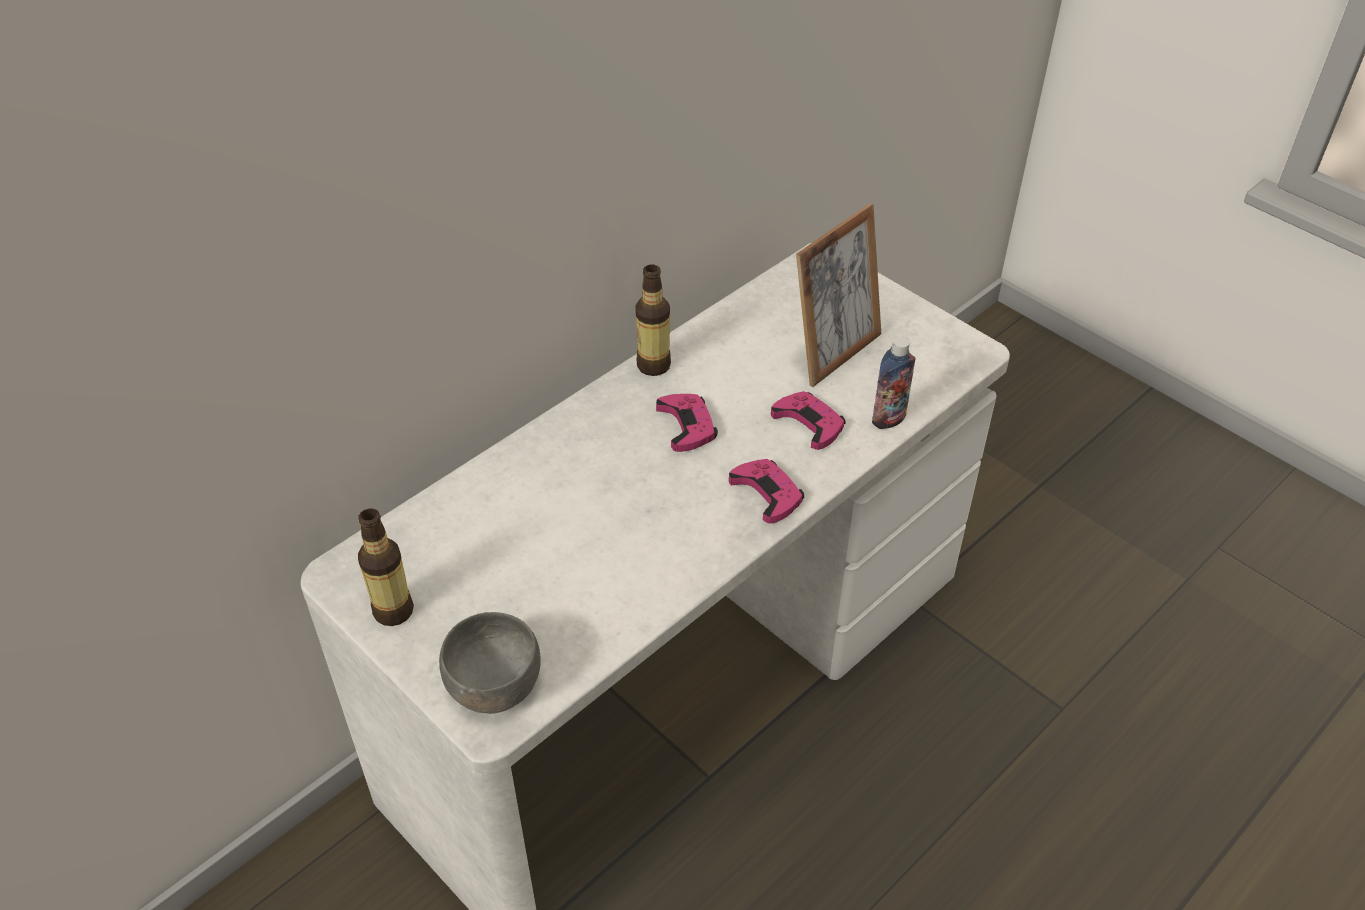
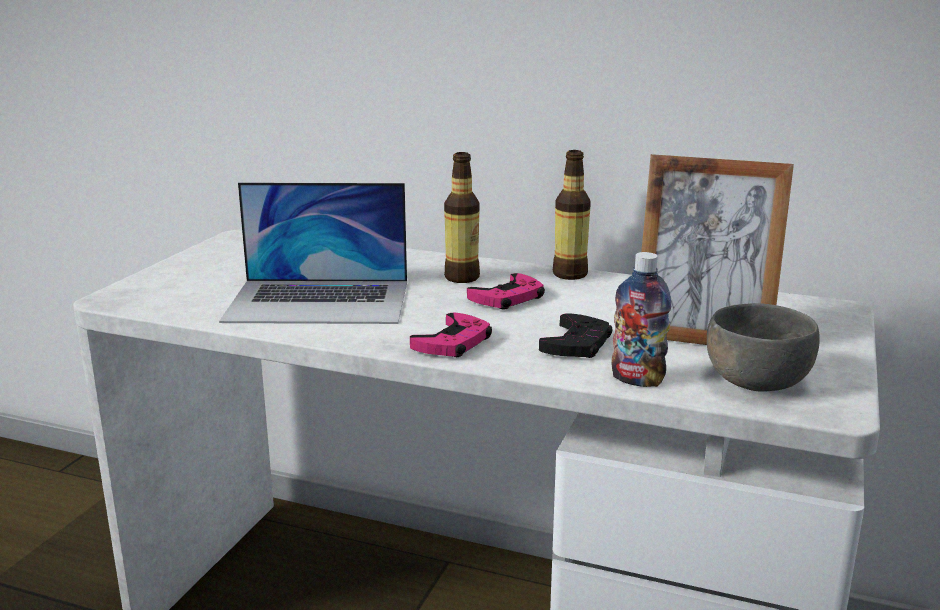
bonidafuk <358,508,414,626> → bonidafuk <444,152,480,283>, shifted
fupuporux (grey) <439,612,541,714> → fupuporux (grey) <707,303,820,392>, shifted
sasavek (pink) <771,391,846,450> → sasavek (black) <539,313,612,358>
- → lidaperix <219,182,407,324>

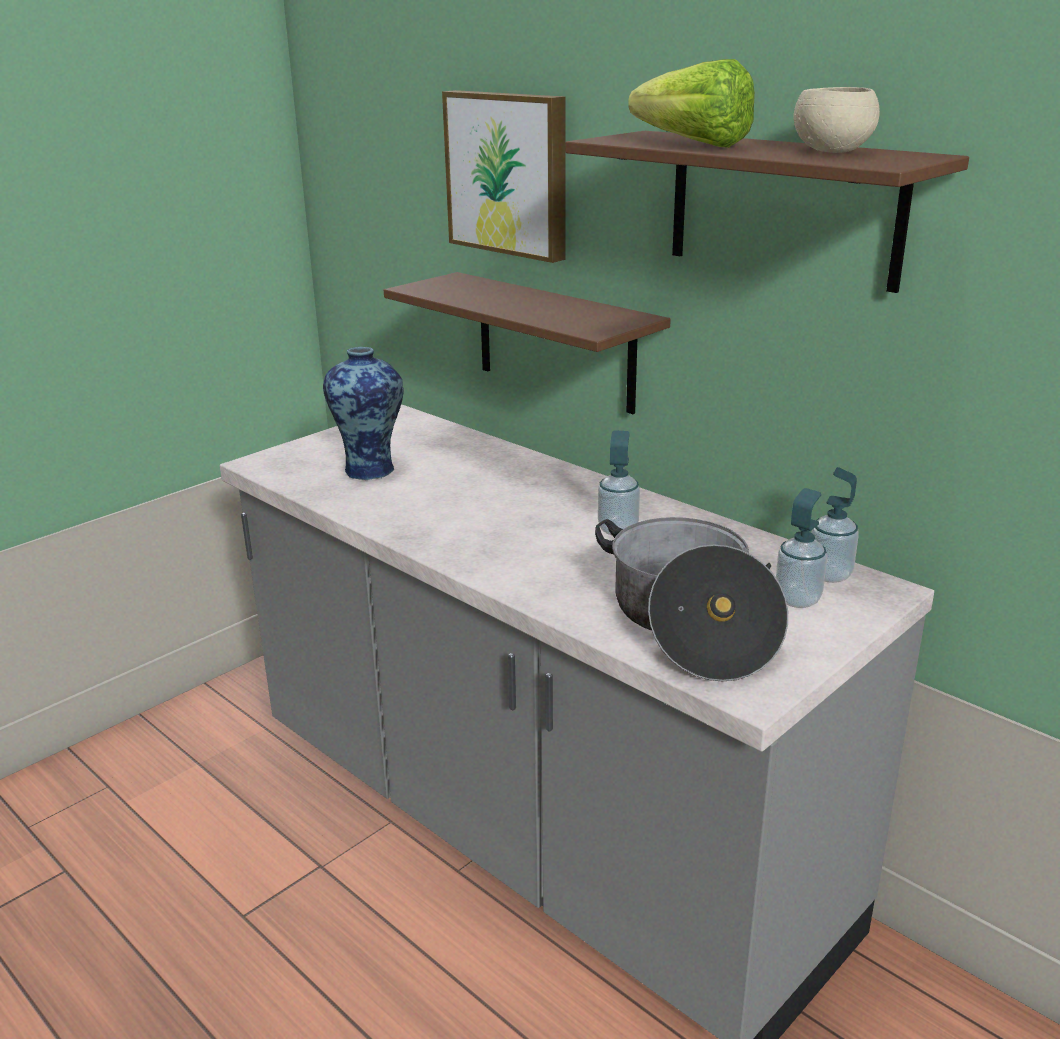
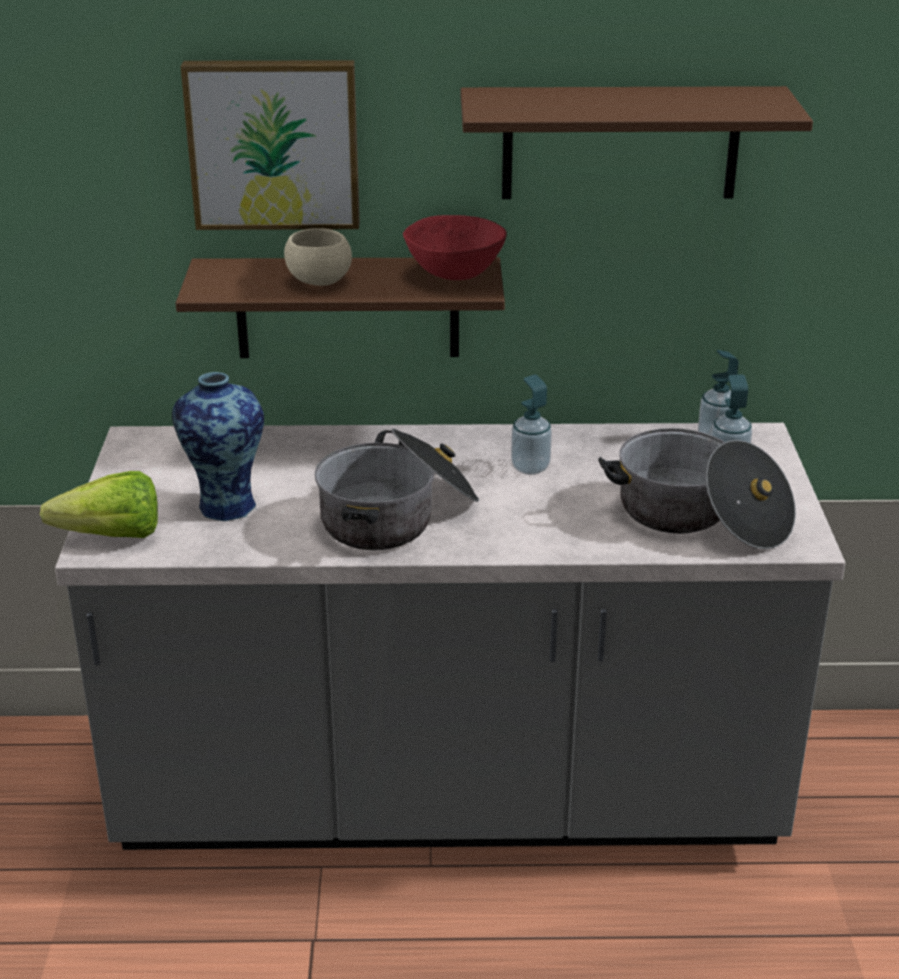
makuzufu <628,59,755,148> → makuzufu <40,471,158,538>, shifted
fupuporux (beige) <794,87,880,153> → fupuporux (beige) <284,228,352,286>, shifted
- → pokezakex <315,428,479,550>
- → fupuporux (red) <403,215,507,280>

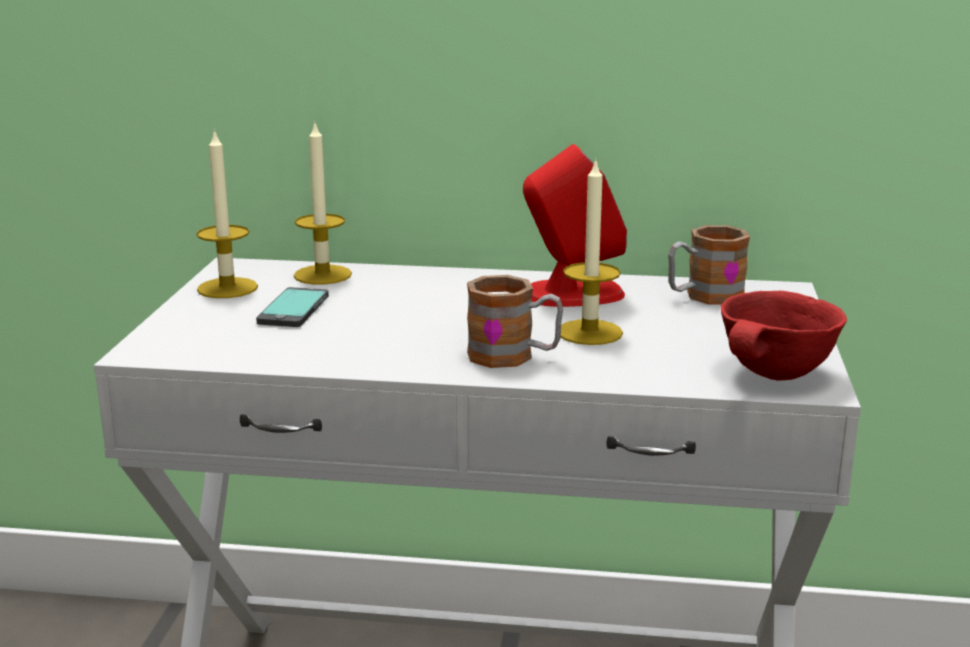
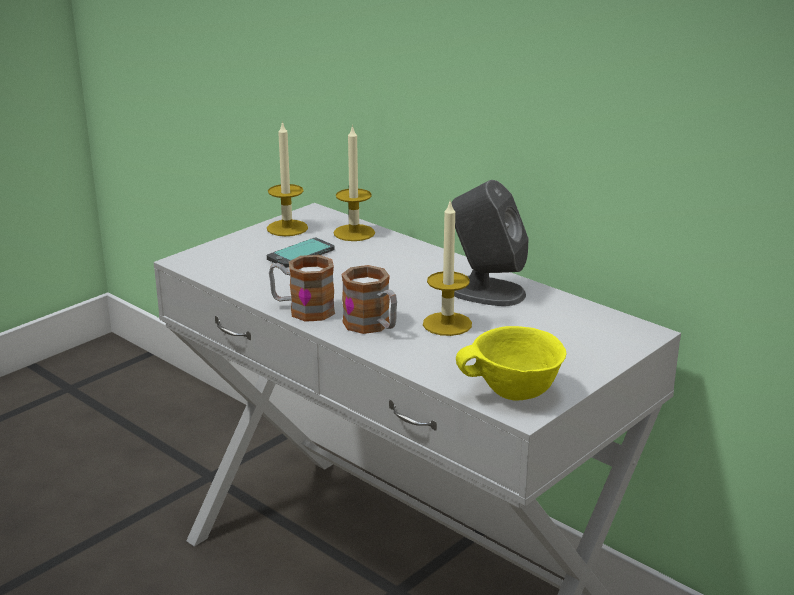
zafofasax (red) <523,144,627,307> → zafofasax (grey) <451,180,528,306>
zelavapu <668,225,750,305> → zelavapu <269,255,335,322>, shifted
fupuporux (red) <721,291,847,380> → fupuporux (yellow) <456,326,566,400>

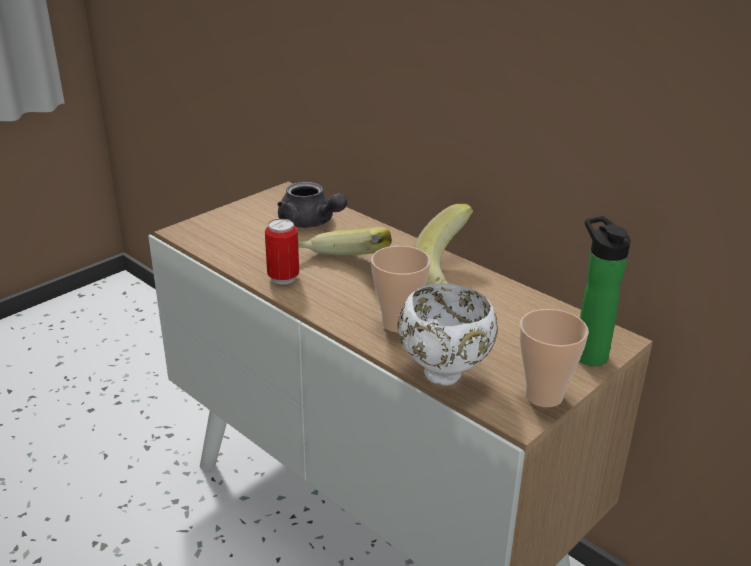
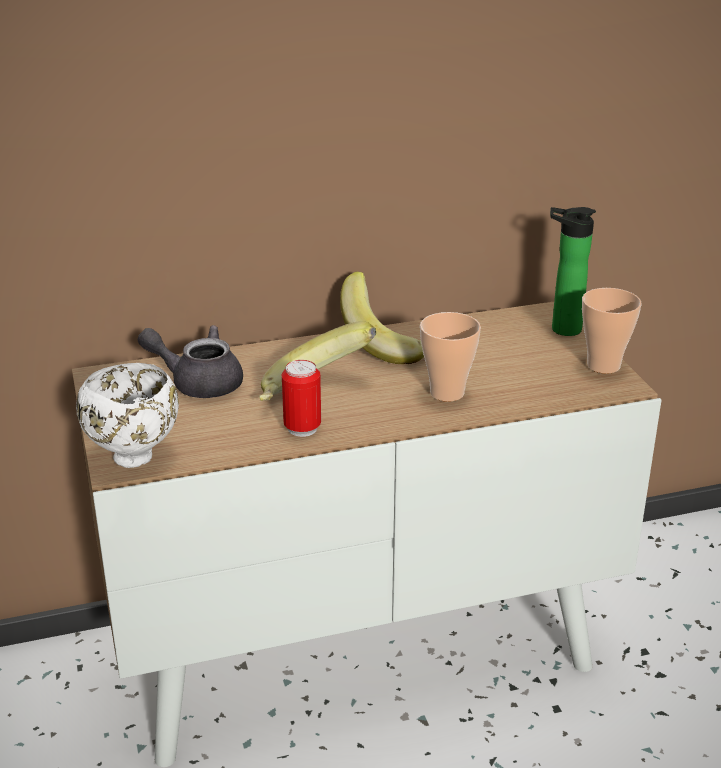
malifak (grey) <277,182,347,228> → malifak (grey) <138,325,243,398>, 150 degrees counterclockwise
fupuporux (white) <397,283,498,386> → fupuporux (white) <76,363,179,468>, shifted

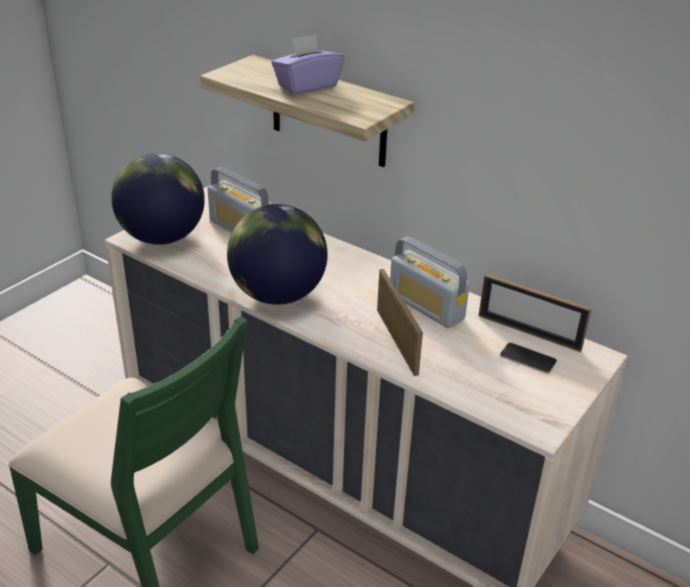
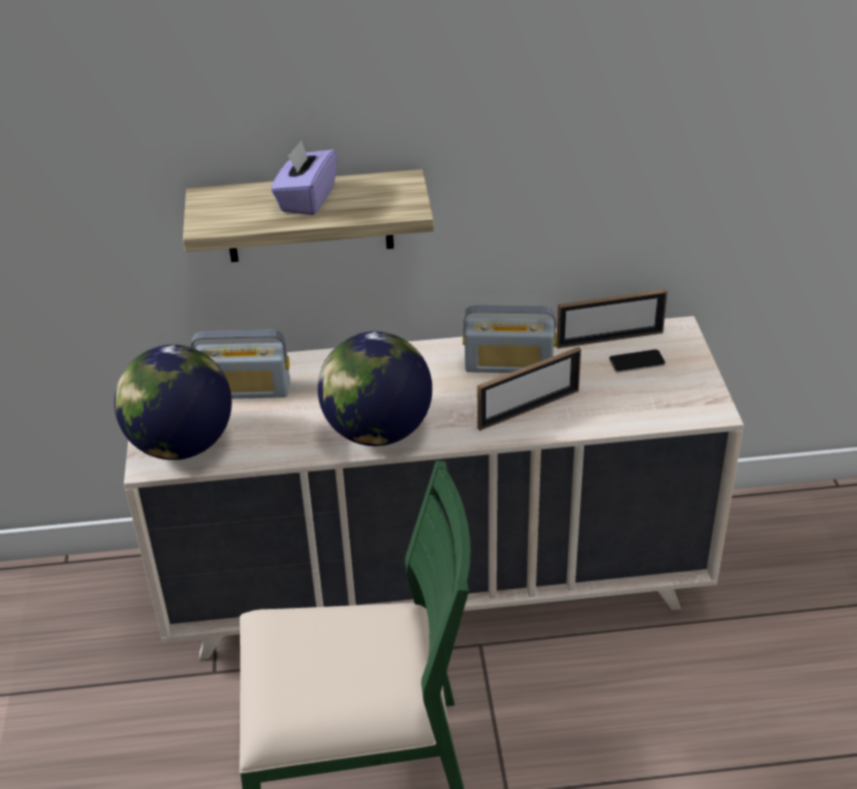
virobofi <377,269,423,376> → virobofi <477,347,581,431>, 120 degrees clockwise

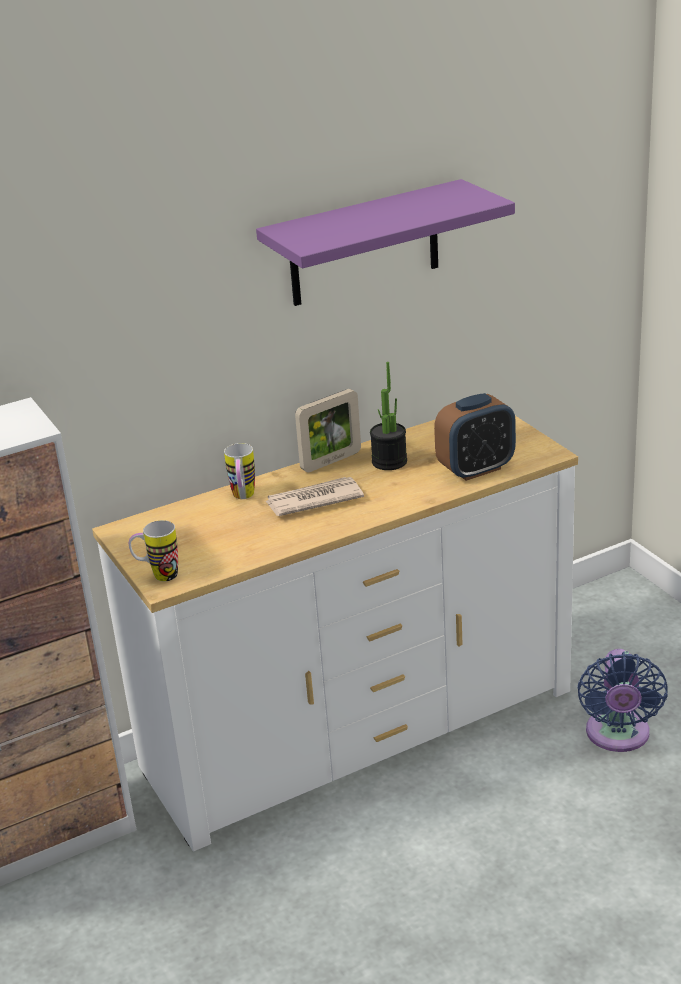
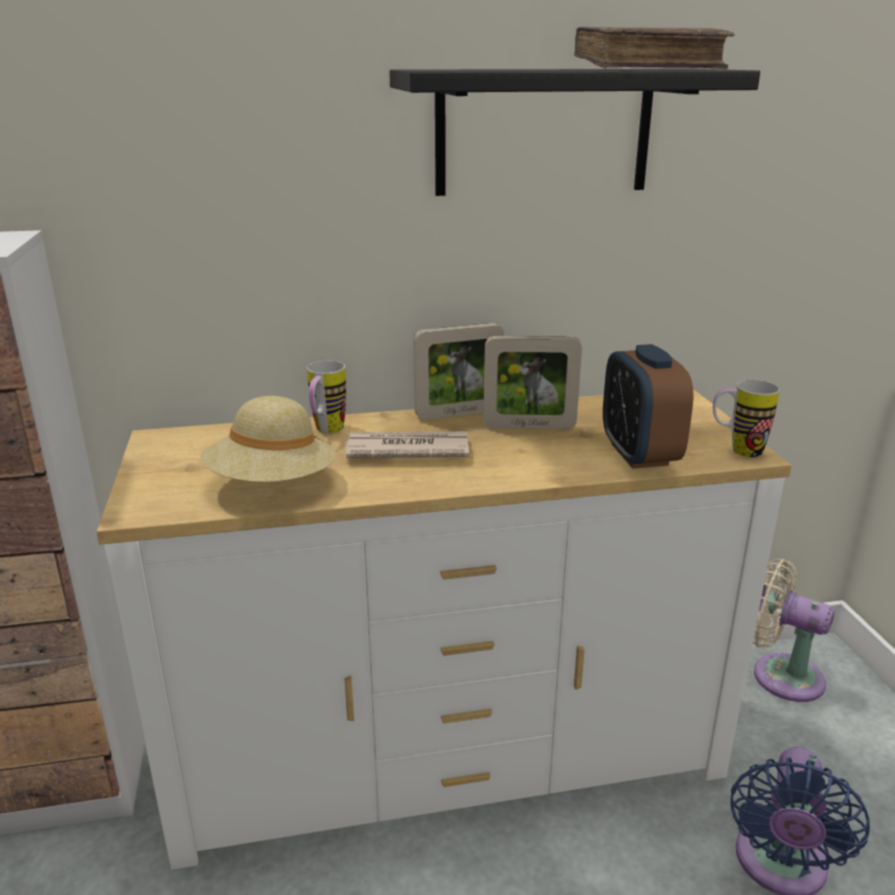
zelavapu <129,520,178,581> → zelavapu <713,380,780,457>, shifted
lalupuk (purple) <256,179,515,306> → lalupuk (black) <389,69,760,196>
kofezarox <370,362,407,470> → virobofi <483,336,582,429>
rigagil <434,393,516,481> → rigagil <603,344,693,469>, 90 degrees clockwise
- → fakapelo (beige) <200,396,336,482>
- → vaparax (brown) <574,27,735,69>
- → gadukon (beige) <752,559,835,702>

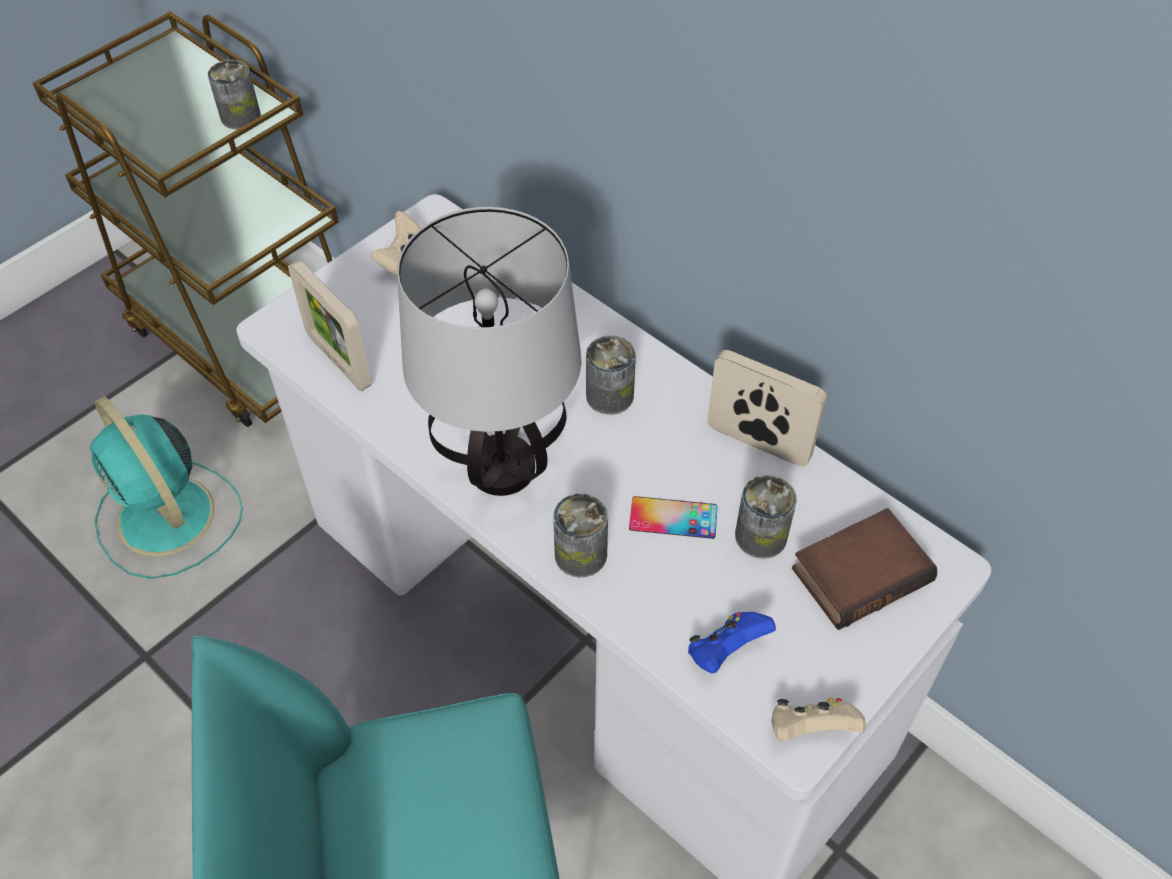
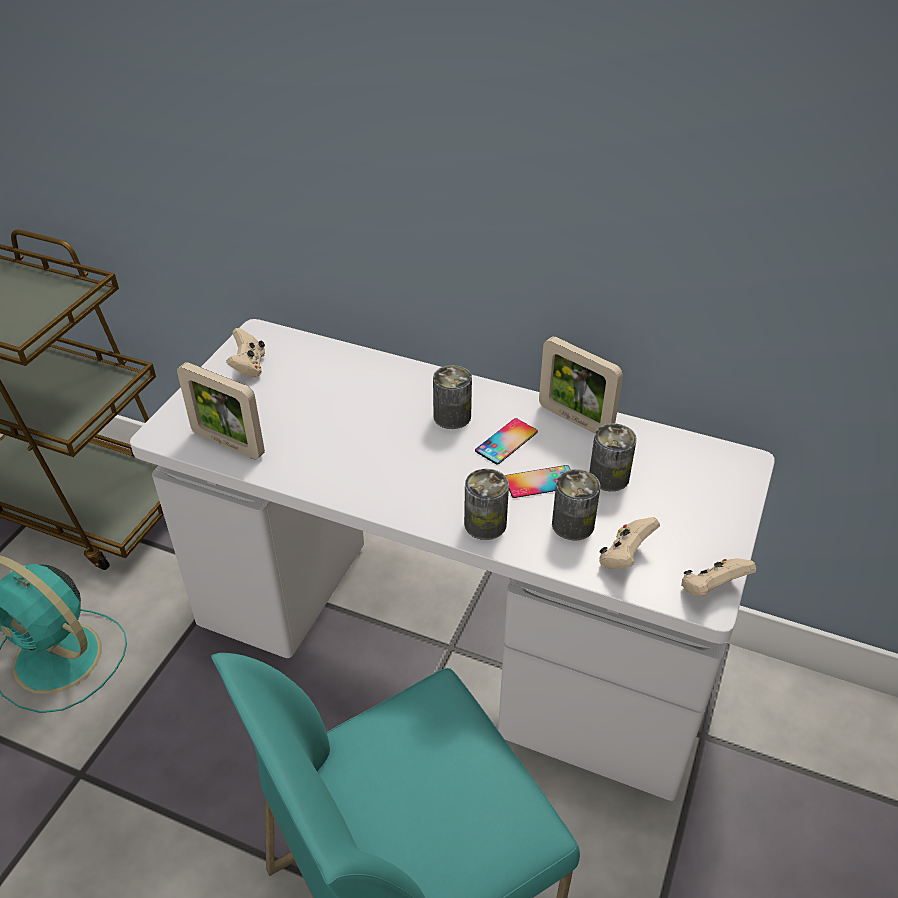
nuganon <208,60,261,129> → nuganon <552,469,600,541>, shifted
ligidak <397,207,581,496> → -
sasavek (blue) <688,612,776,674> → sasavek (beige) <599,517,660,569>
virobofi <707,350,827,467> → virobofi <539,336,623,434>, 150 degrees counterclockwise
vaparax <792,508,937,630> → -
- → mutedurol <475,418,538,465>

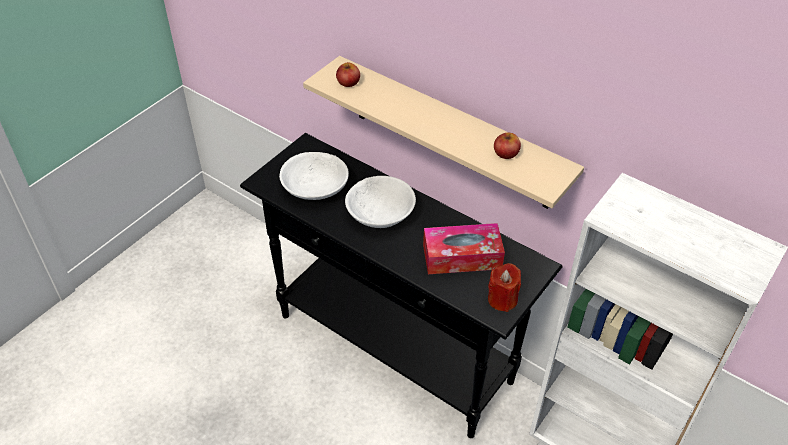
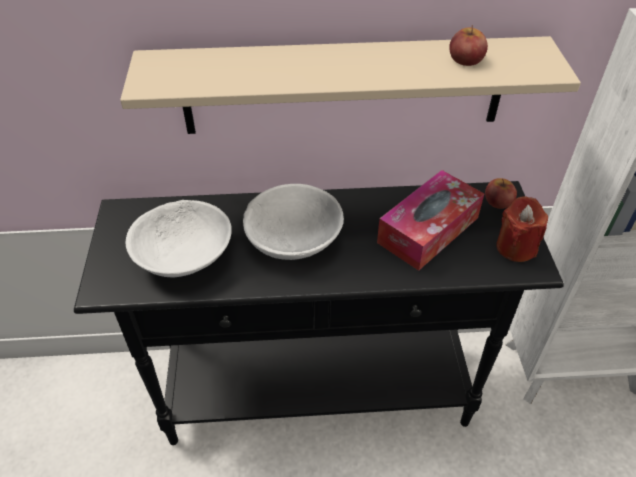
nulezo <336,62,360,87> → nulezo <485,178,517,209>, shifted

